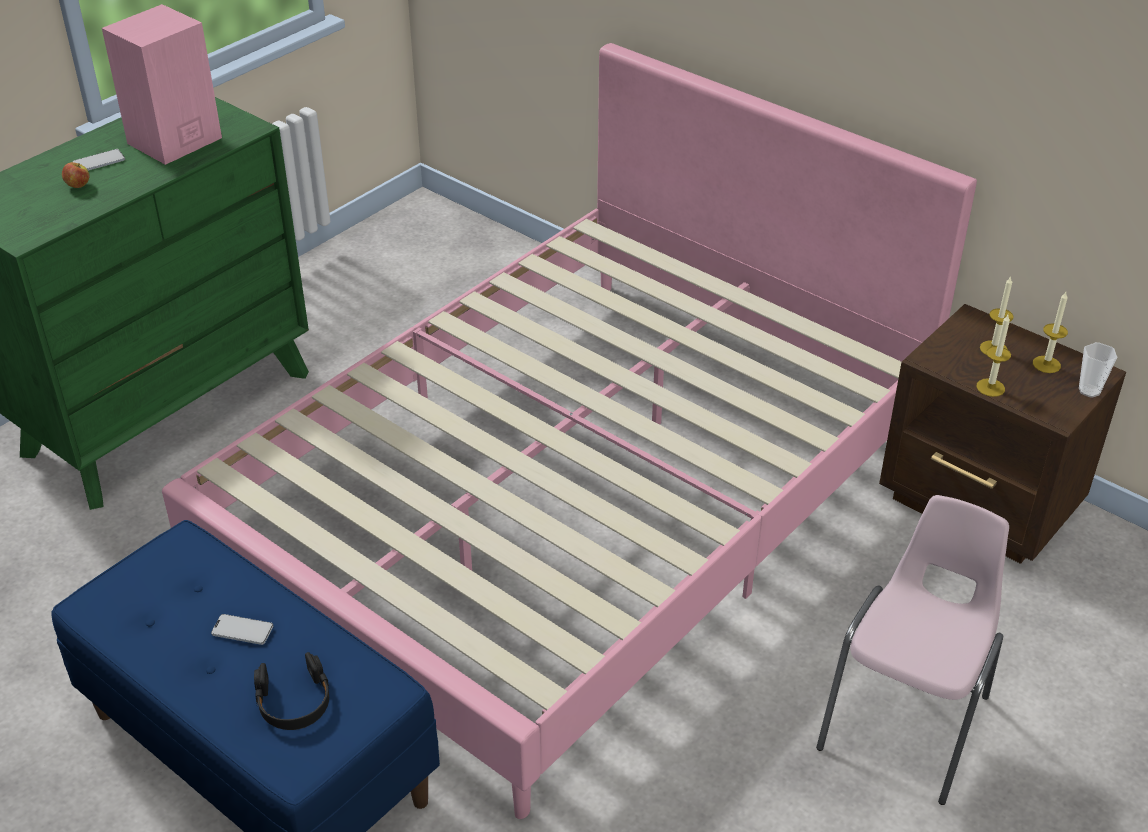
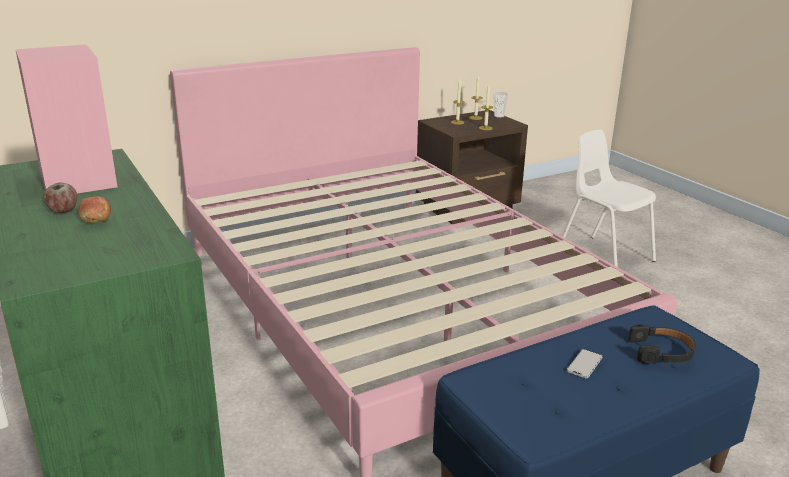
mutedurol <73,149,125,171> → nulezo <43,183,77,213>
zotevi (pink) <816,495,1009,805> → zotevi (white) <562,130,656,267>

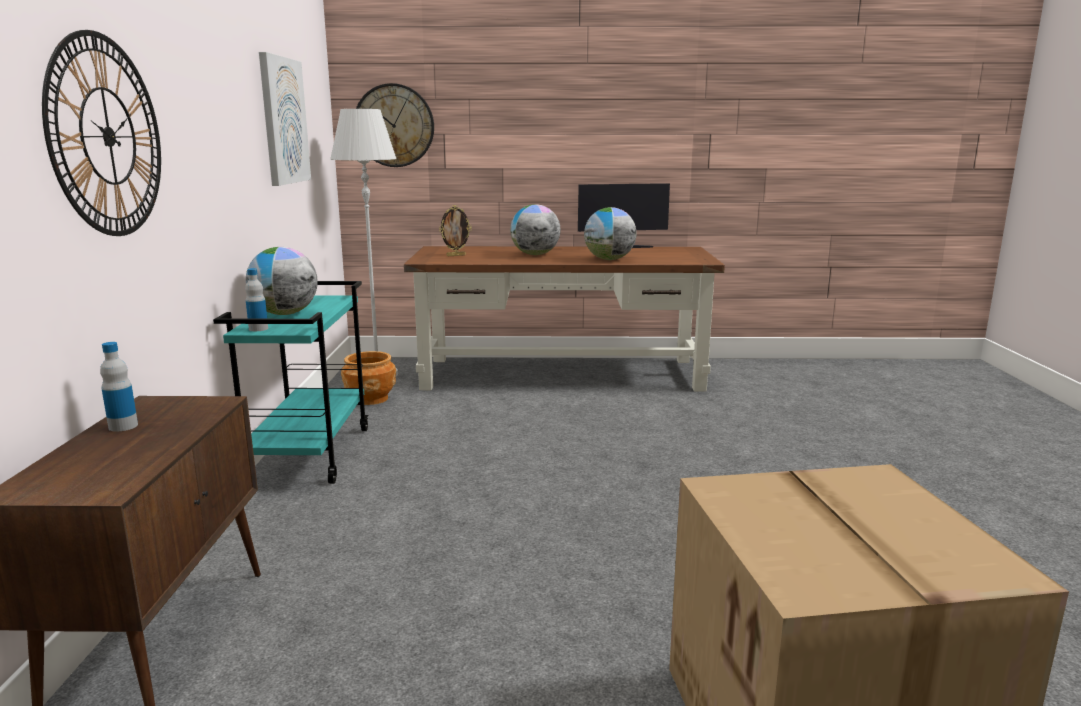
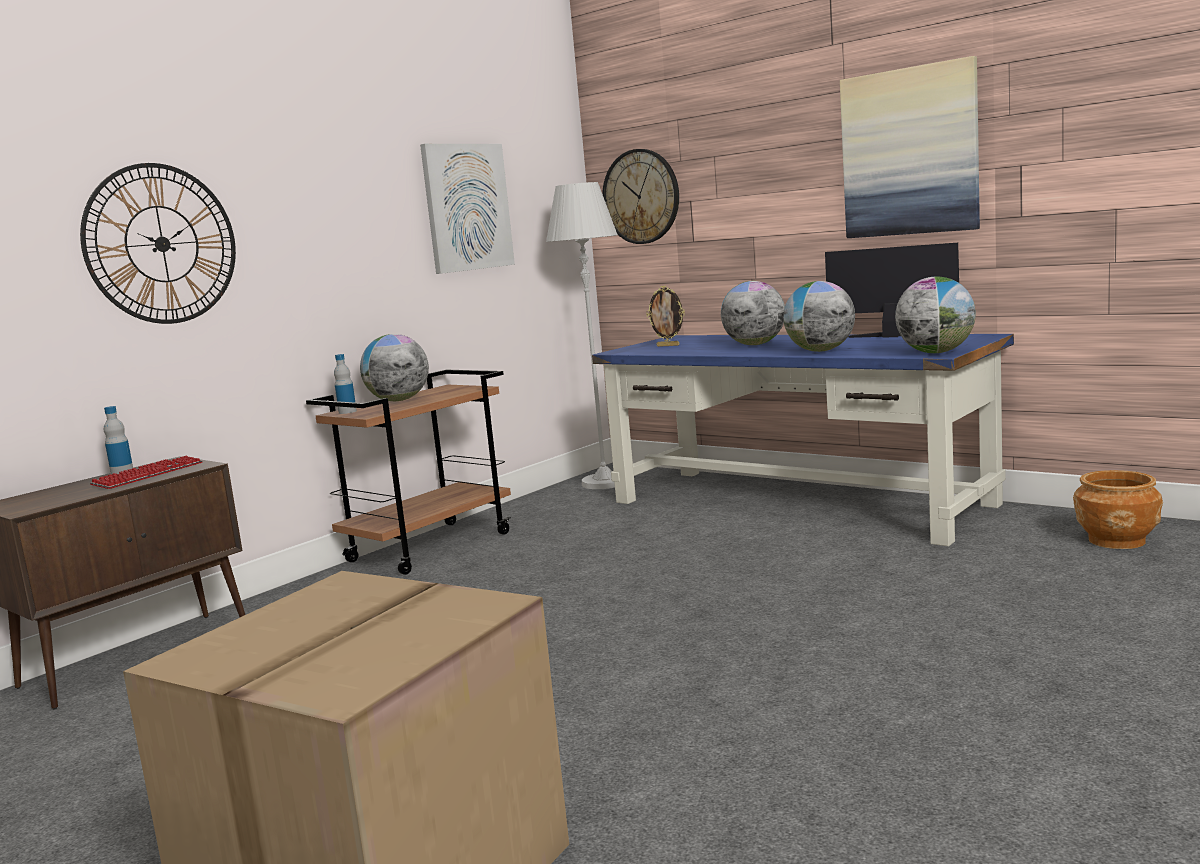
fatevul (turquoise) <213,281,368,484> → fatevul (brown) <306,370,511,575>
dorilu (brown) <341,351,396,405> → dorilu (brown) <1073,470,1163,549>, shifted
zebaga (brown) <404,246,725,392> → zebaga (blue) <592,334,1014,546>
- → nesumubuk <90,456,203,489>
- → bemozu <840,56,980,238>
- → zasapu <895,277,976,353>

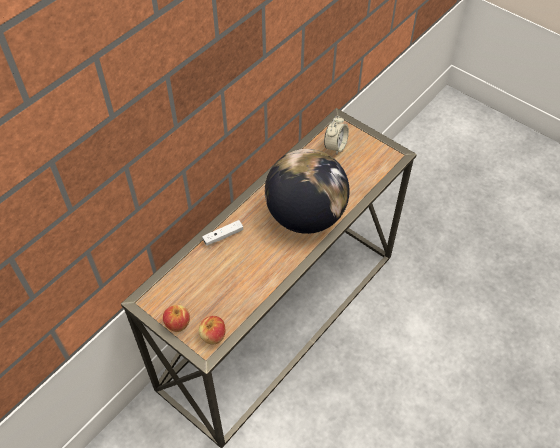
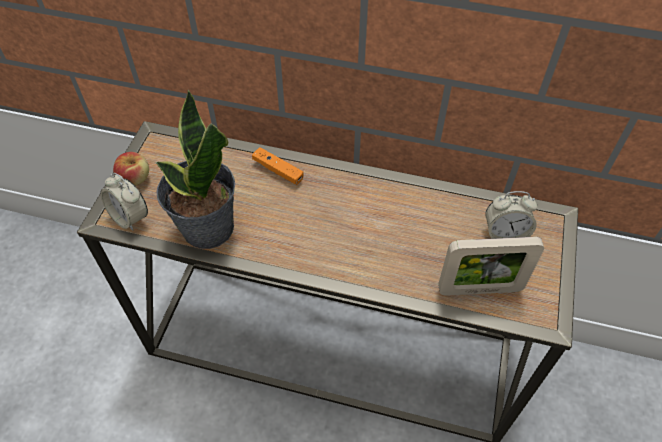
nulezo <199,316,225,344> → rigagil <100,173,148,231>
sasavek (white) <202,220,243,246> → sasavek (orange) <252,147,304,185>
zasapu <265,149,350,234> → -
- → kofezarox <155,90,235,249>
- → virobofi <438,237,544,296>

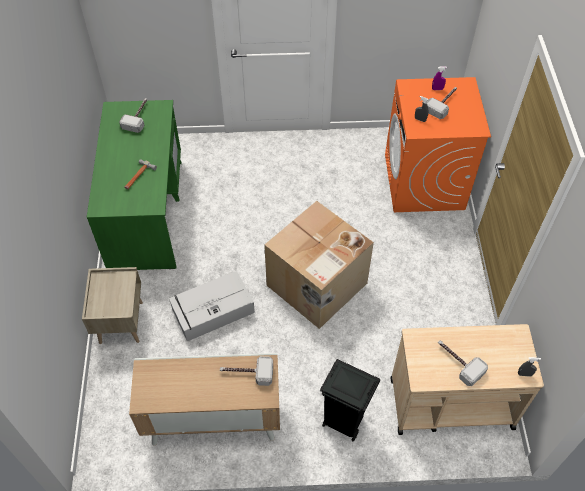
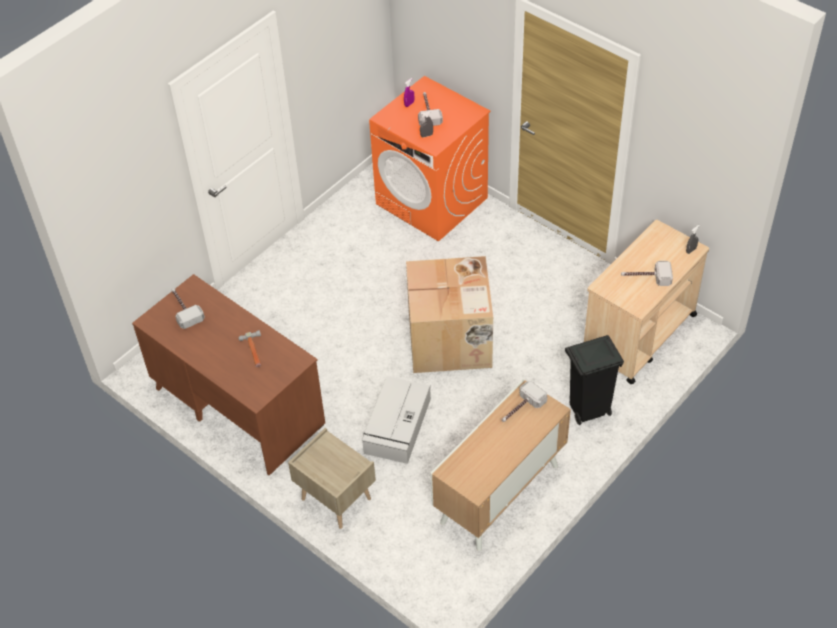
zebaga (green) <87,100,182,270> → zebaga (brown) <132,274,325,475>

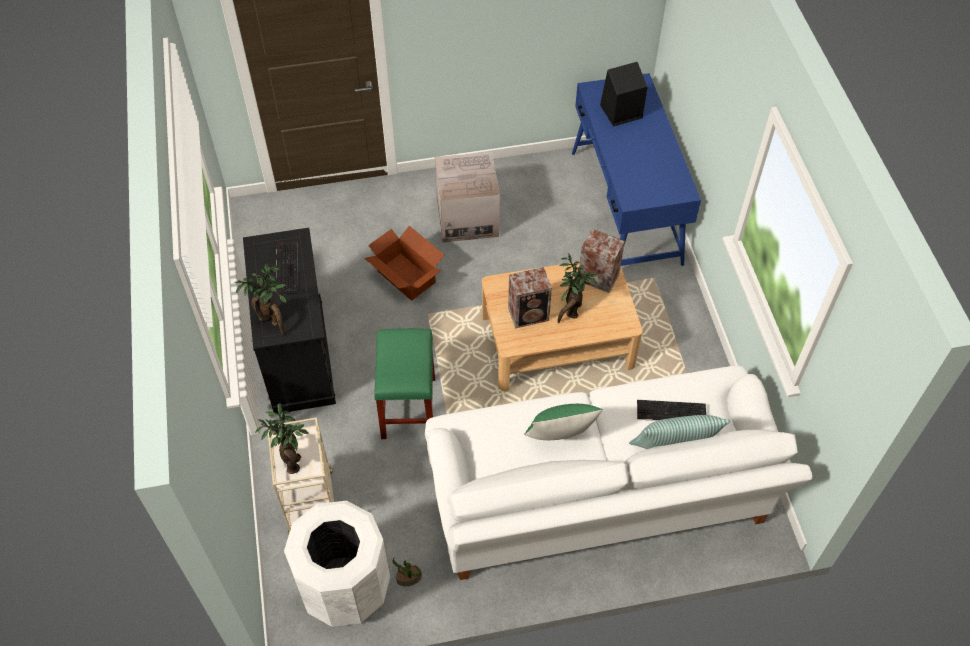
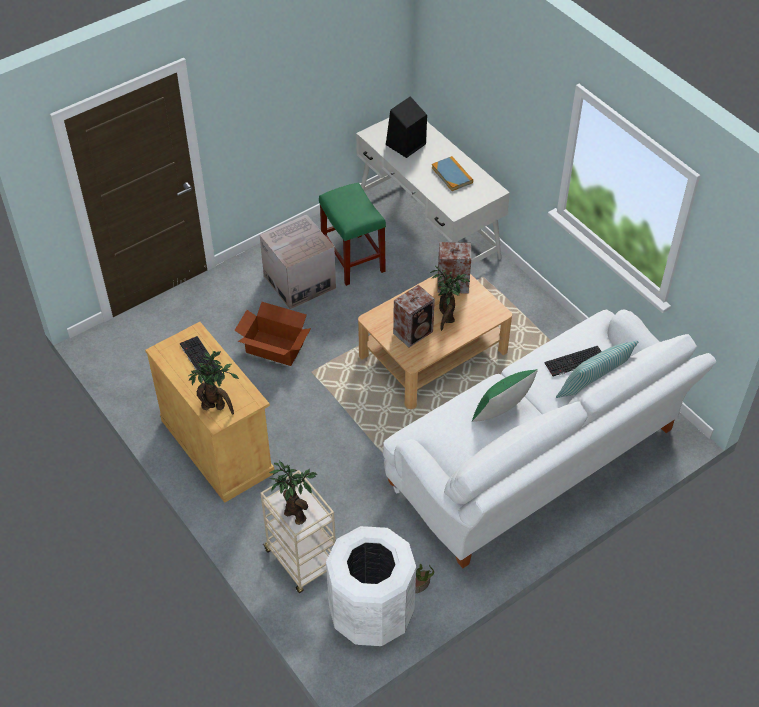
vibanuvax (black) <243,228,336,413> → vibanuvax (beige) <145,322,274,503>
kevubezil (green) <374,328,435,439> → kevubezil (green) <319,182,386,286>, shifted
zebaga (blue) <572,73,701,266> → zebaga (white) <356,118,510,265>
- → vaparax <432,156,473,191>

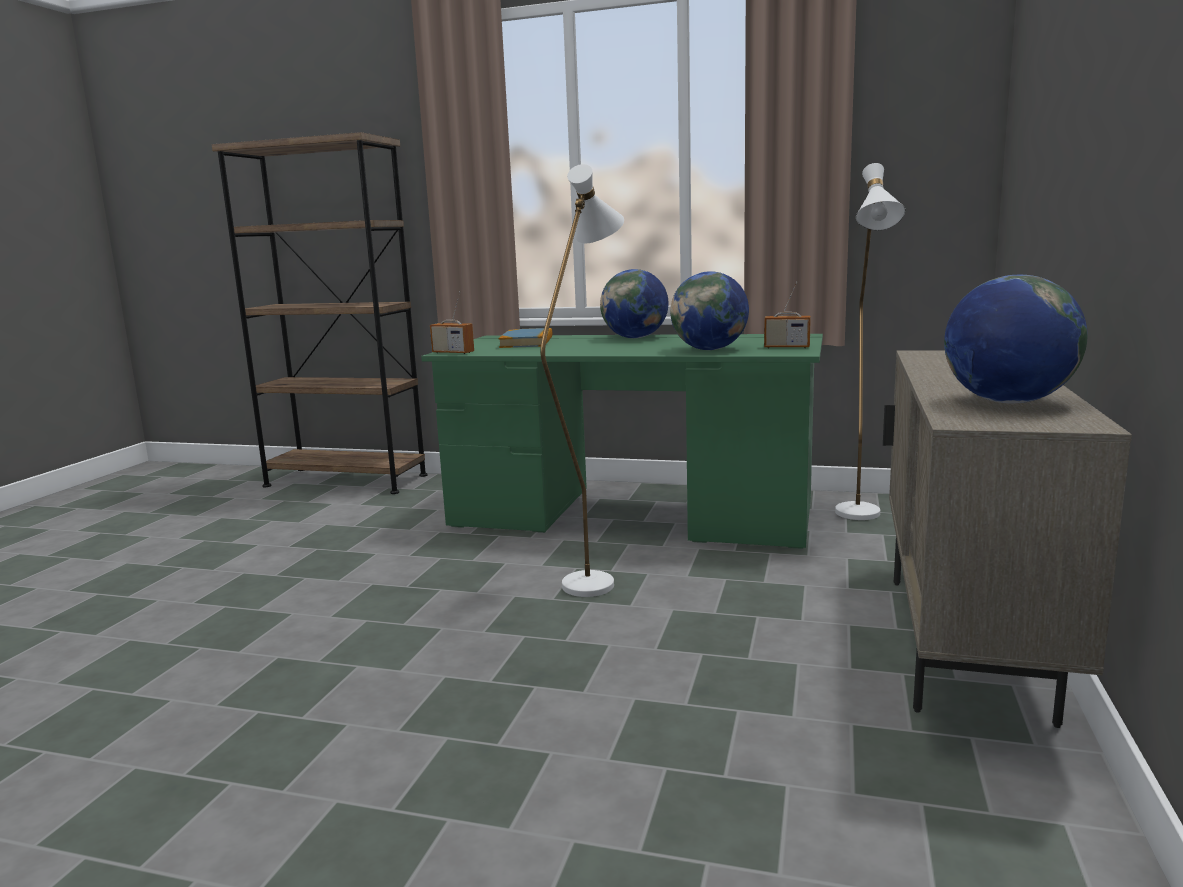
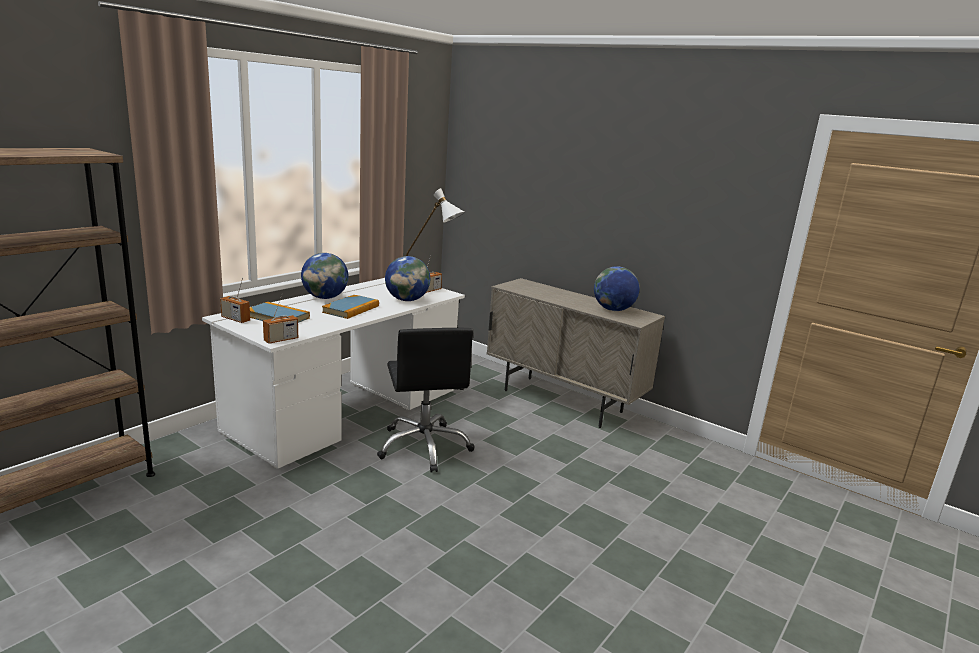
zebaga (green) <421,334,823,549> → zebaga (white) <202,278,465,469>
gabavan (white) <540,164,624,597> → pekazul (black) <377,328,474,472>
- → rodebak <220,278,250,323>
- → vaparax <322,295,379,319>

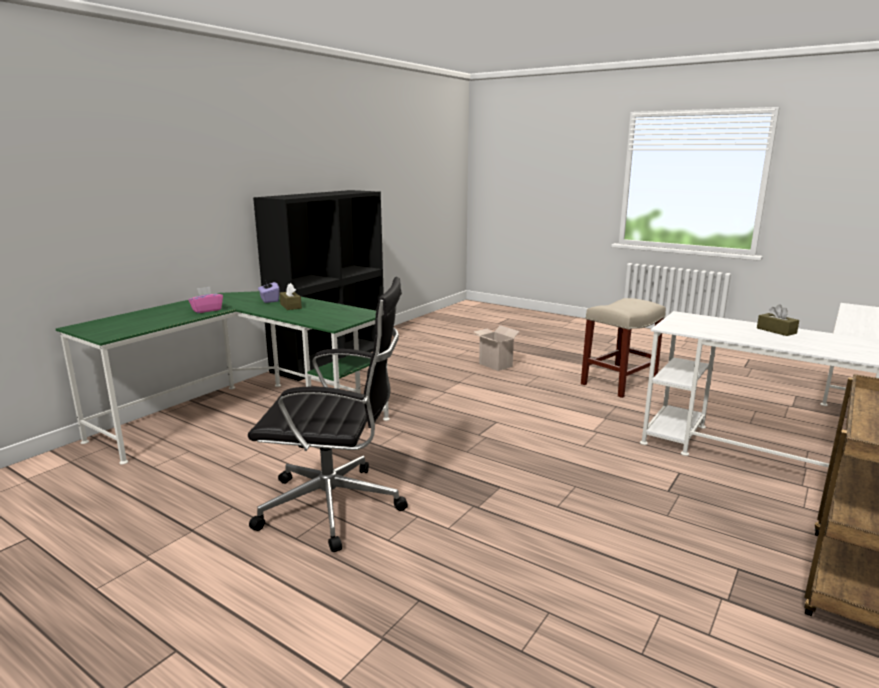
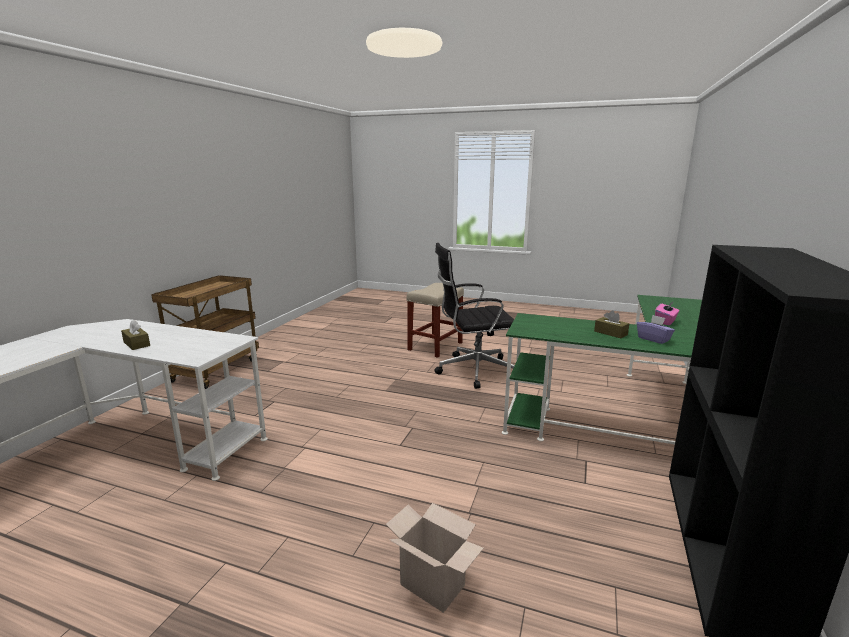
kevubezil (beige) <581,298,666,398> → kevubezil (beige) <407,283,464,358>, shifted

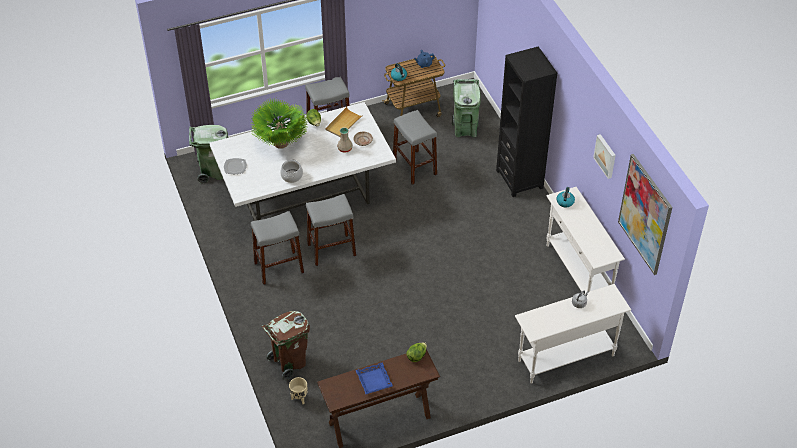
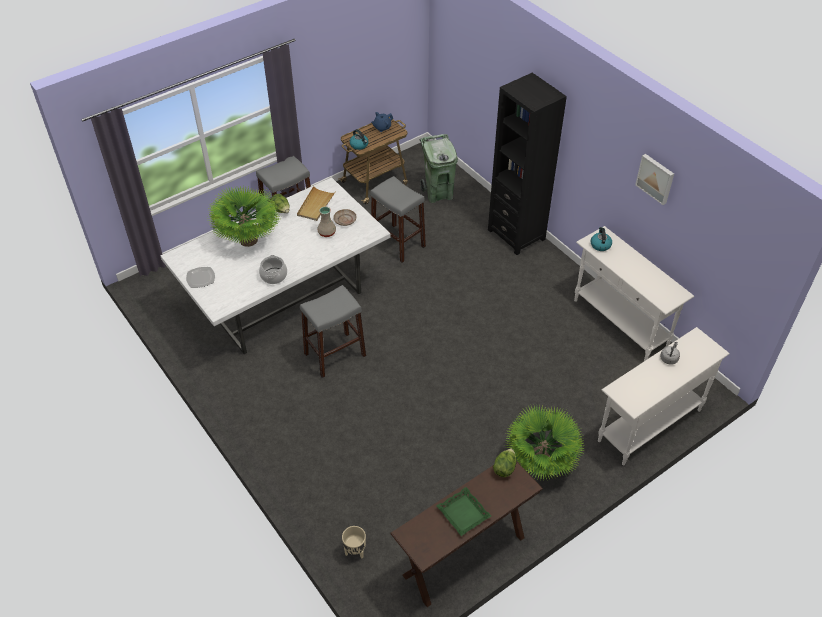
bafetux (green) <189,125,228,183> → -
kevubezil (grey) <251,211,304,285> → -
bafetux (brown) <261,311,310,380> → -
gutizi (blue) <356,362,393,394> → gutizi (green) <437,487,491,536>
bemozu <618,154,672,275> → -
- → kofezarox <506,406,585,479>

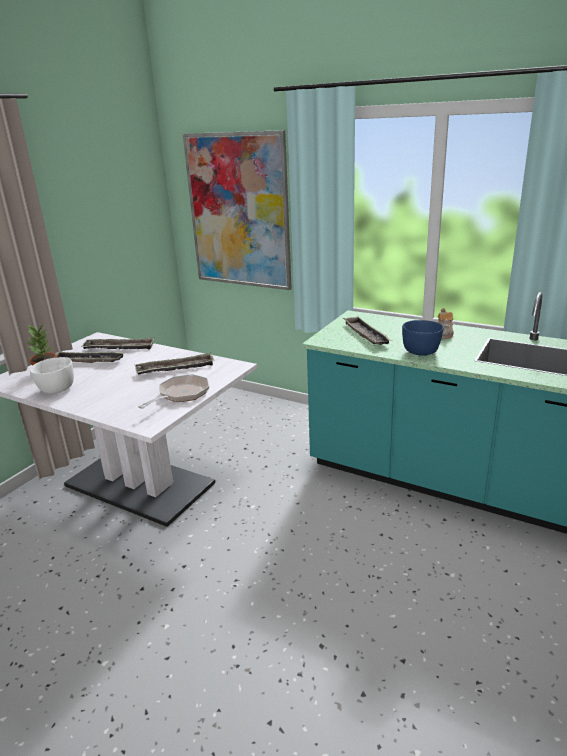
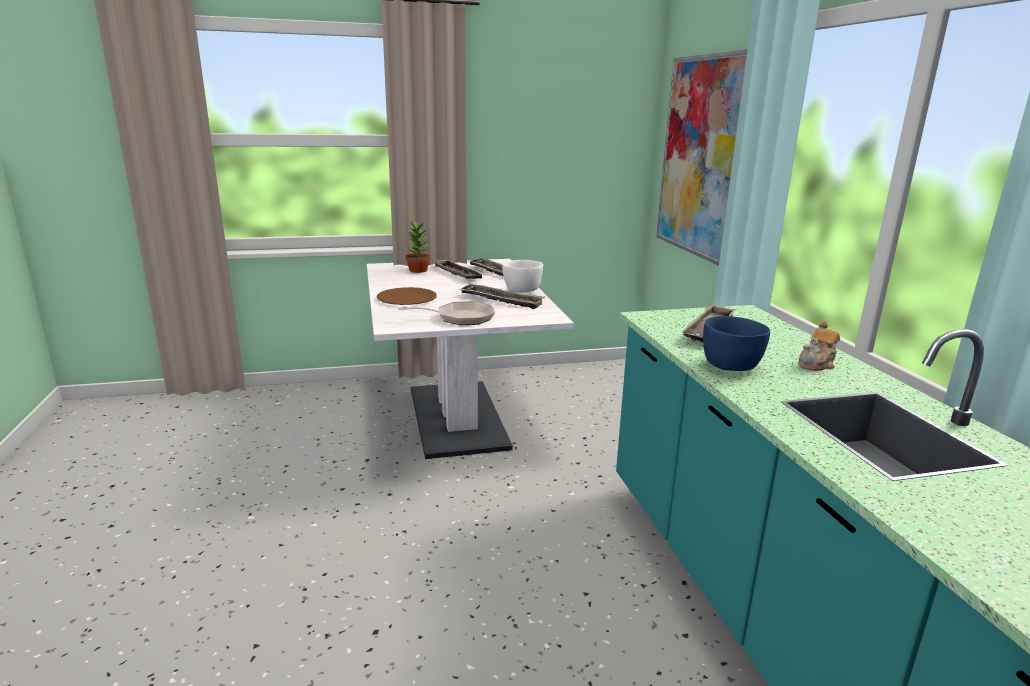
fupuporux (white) <30,357,74,394> → fupuporux (white) <502,260,543,292>, shifted
- → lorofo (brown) <377,287,437,305>

